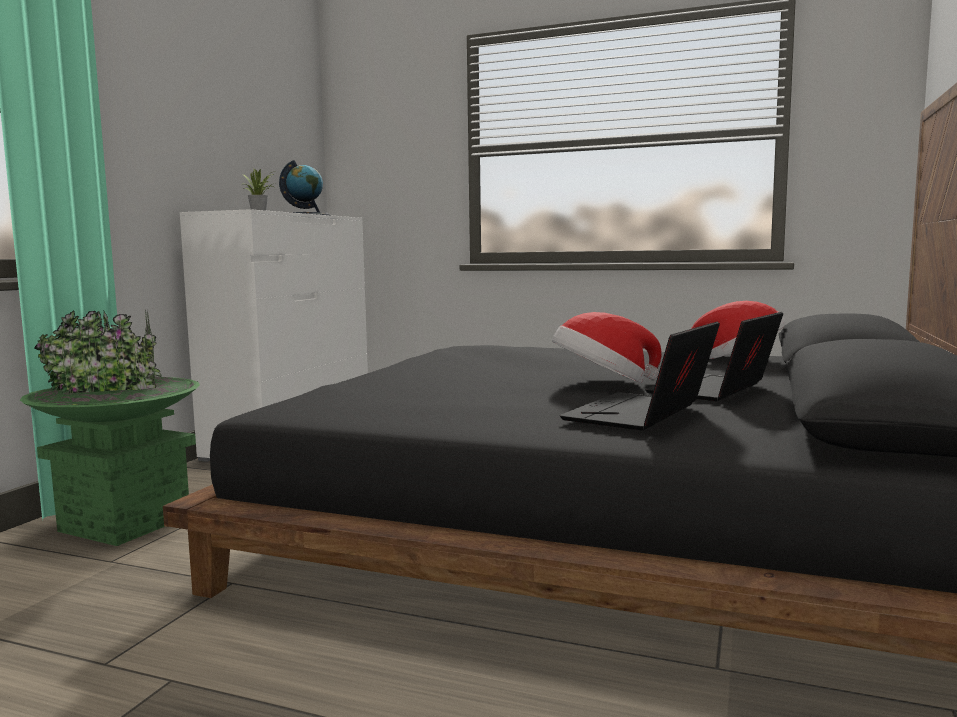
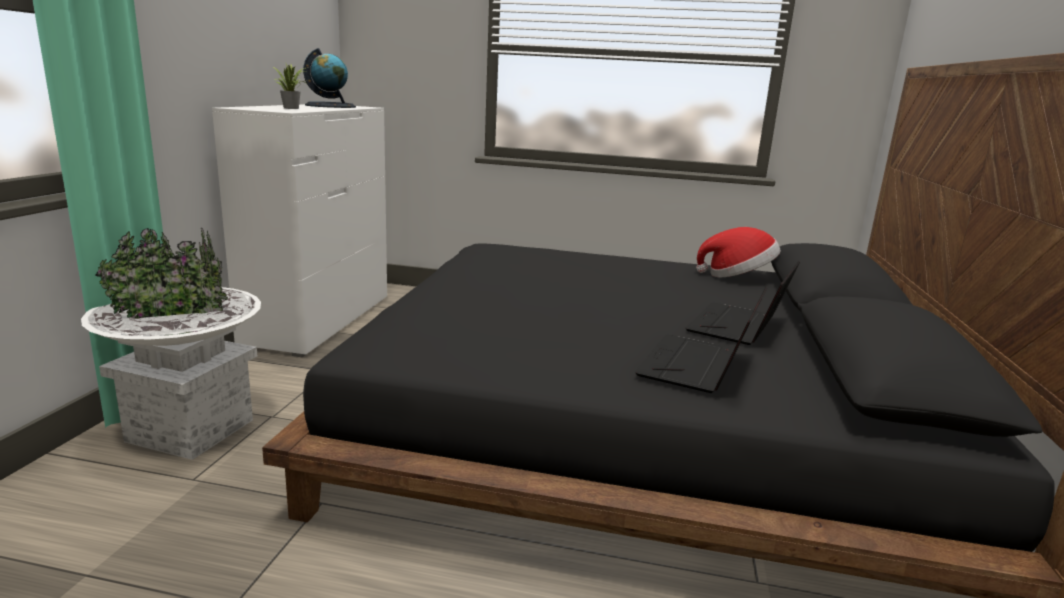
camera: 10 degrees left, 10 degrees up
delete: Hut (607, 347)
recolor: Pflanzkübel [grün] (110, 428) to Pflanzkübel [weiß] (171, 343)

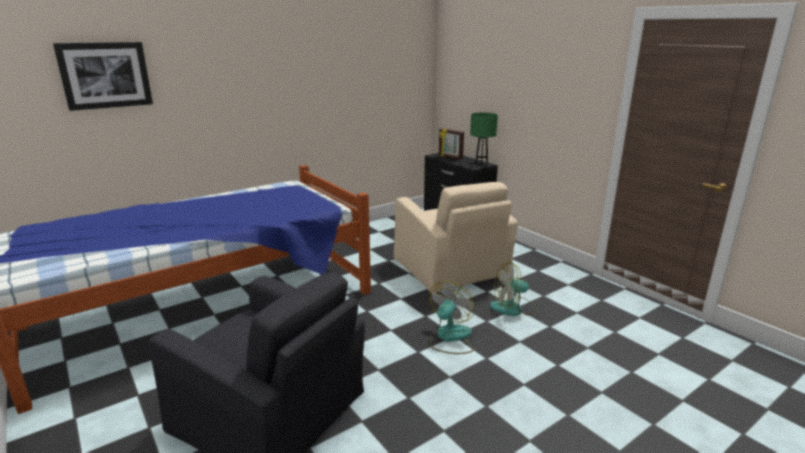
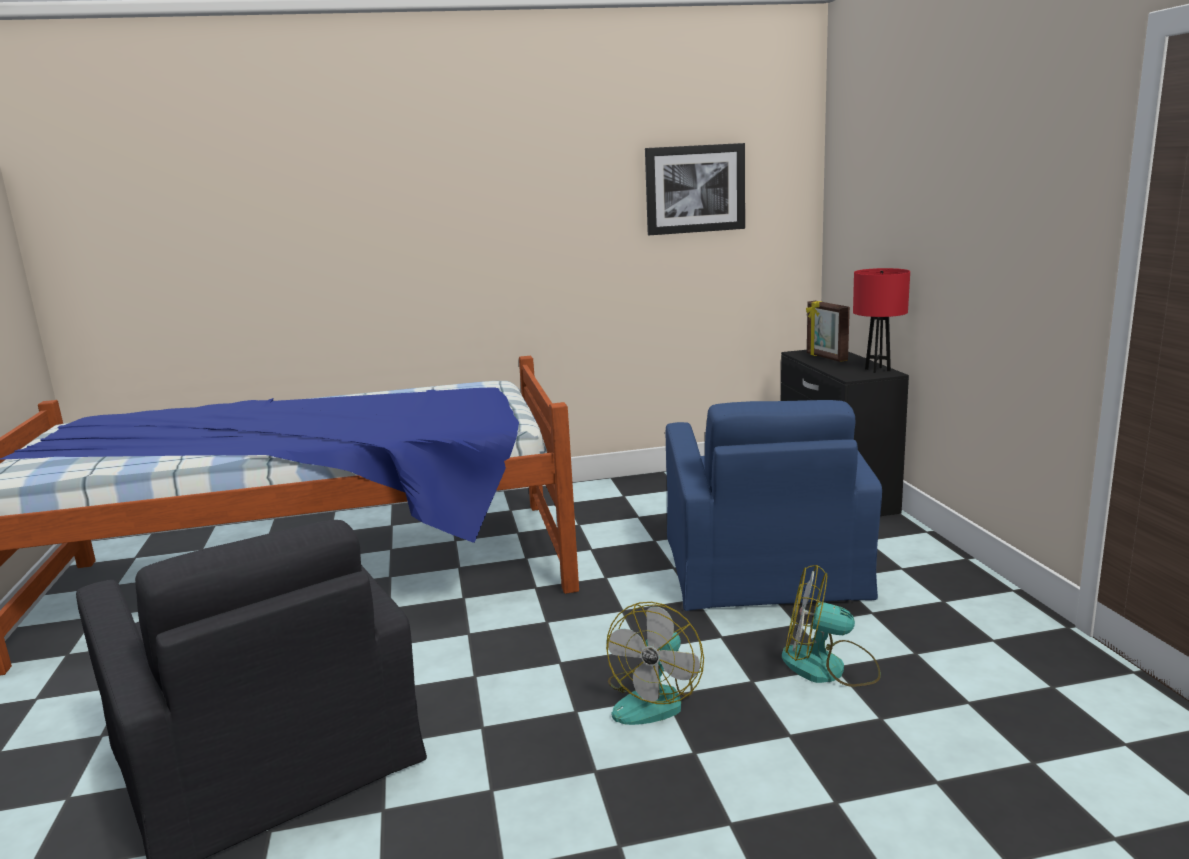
camera: 25 degrees right, 5 degrees down
move: Bild (103, 76) to (695, 189)
recolor: Sessel [beige] (456, 238) to Sessel [blau] (774, 505); Tischlampe [grün] (484, 139) to Tischlampe [rot] (881, 320)
rotate: Ventilator (452, 317) = (655, 663) 150 degrees clockwise

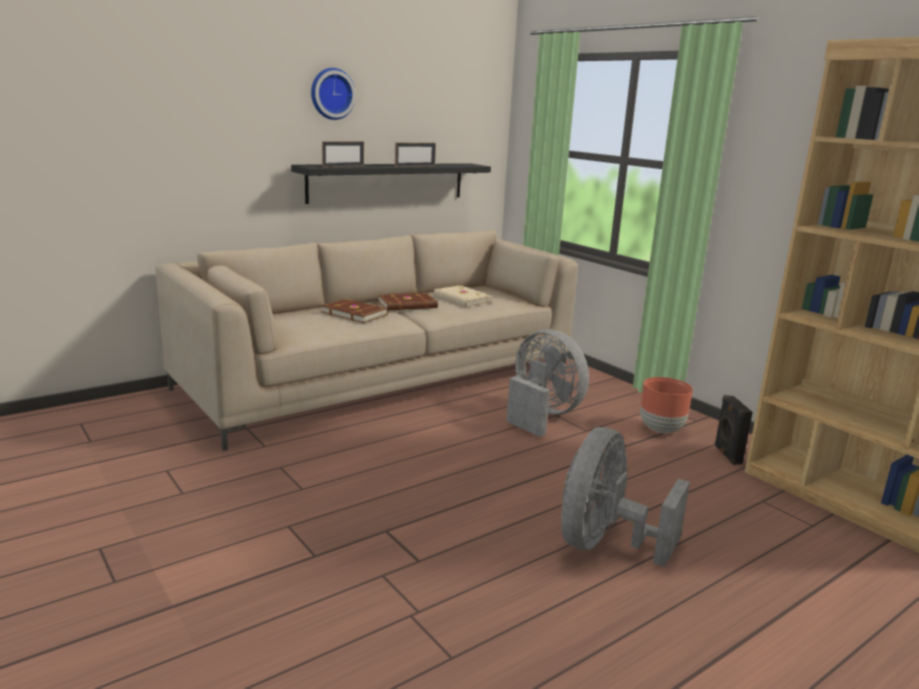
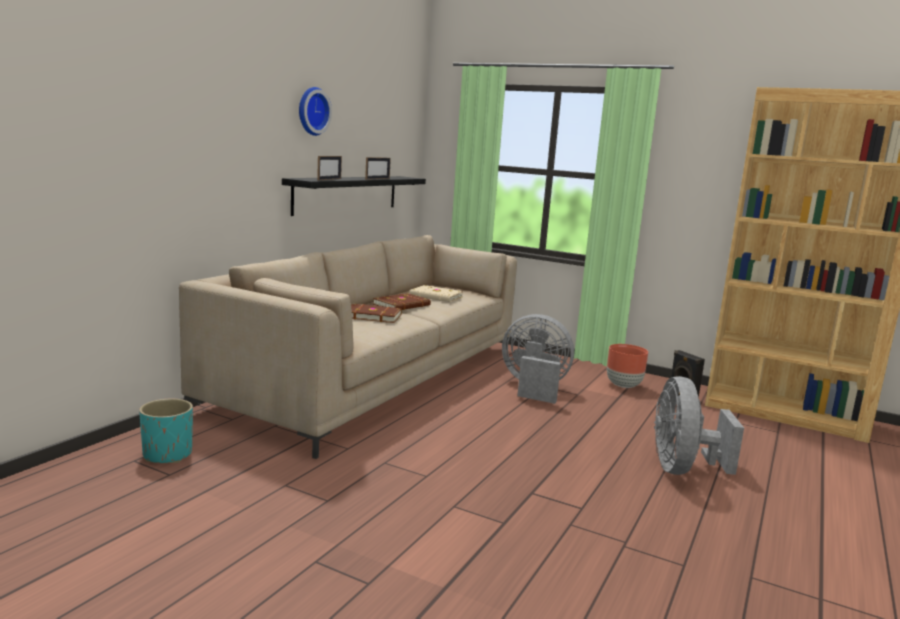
camera: 25 degrees left, 5 degrees down
insert: Pflanzkübel [türkis] (166, 431)

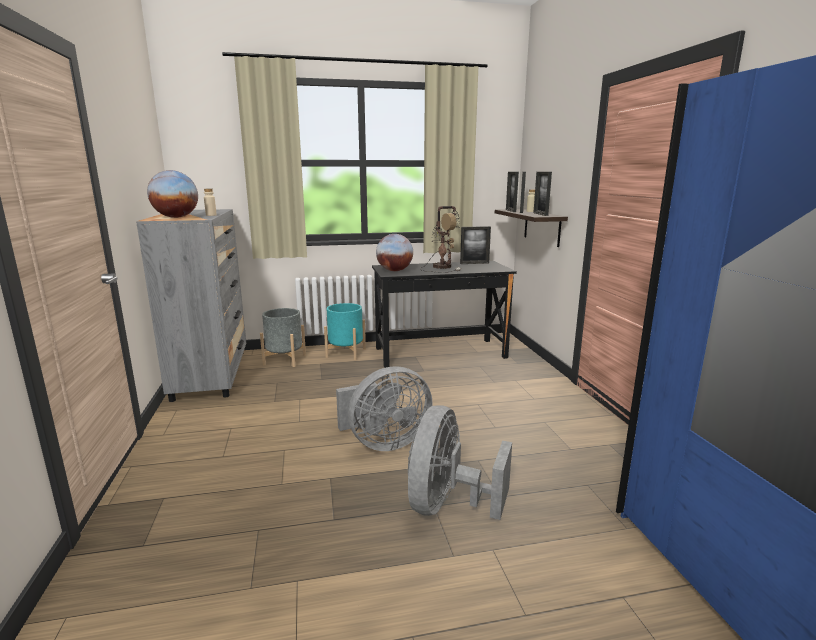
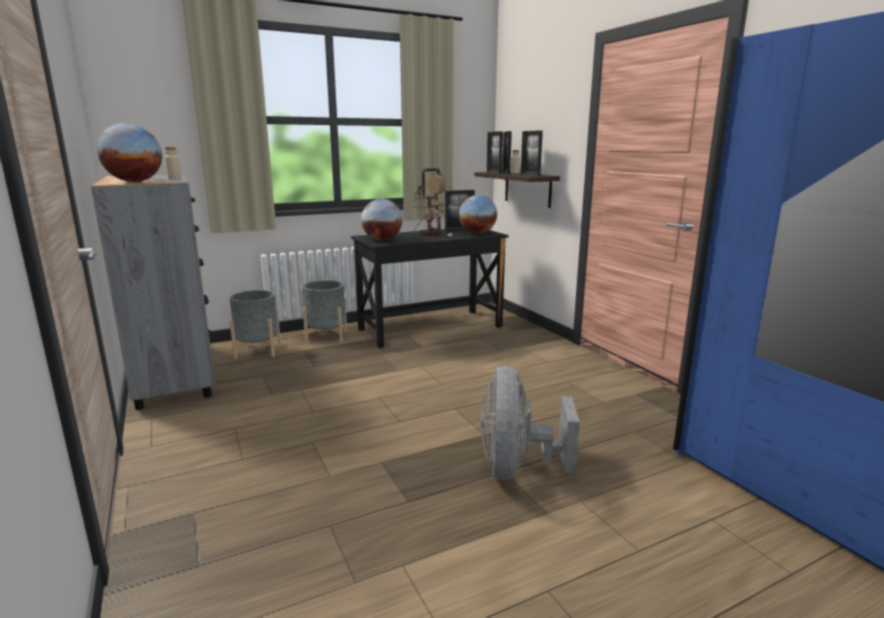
camera: 15 degrees left, 0 degrees up
delete: Ventilator [grau] (384, 408)
insert: Globus (478, 214)
recolor: Pflanzkübel [türkis] (345, 331) to Pflanzkübel [grau] (325, 312)

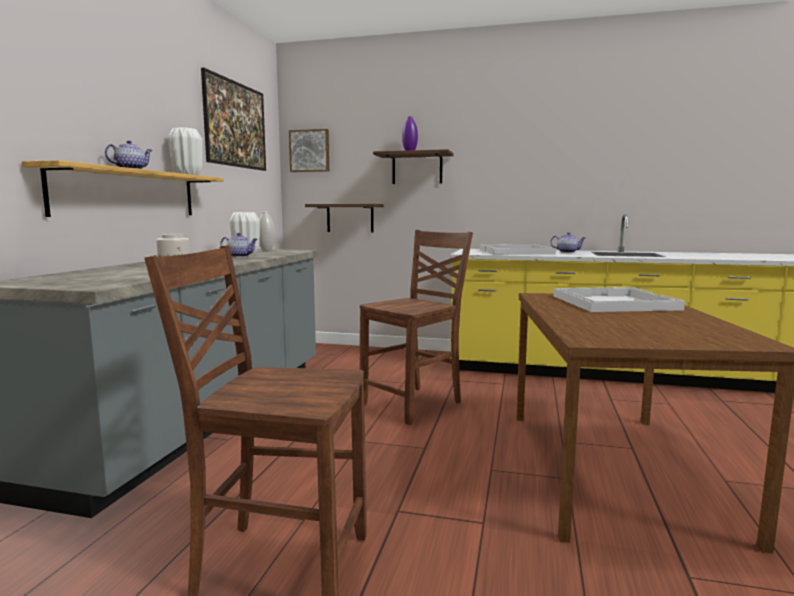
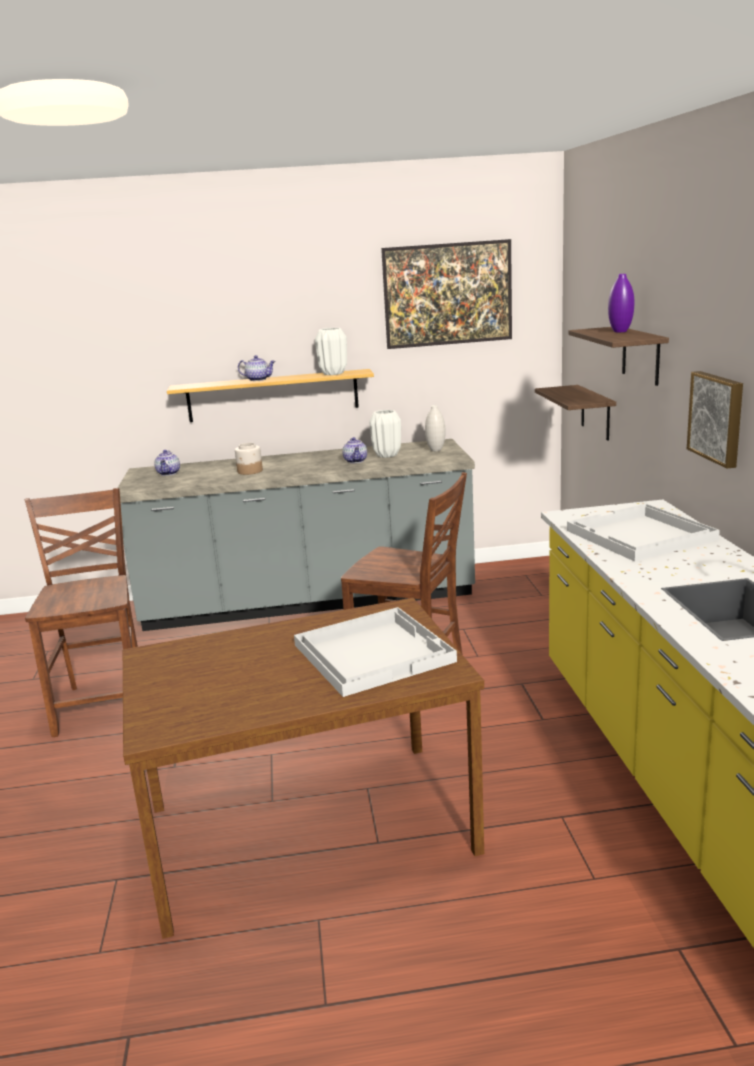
camera: 70 degrees right, 10 degrees up
move: Bild (309, 150) to (715, 419); Teekanne (568, 242) to (167, 463)

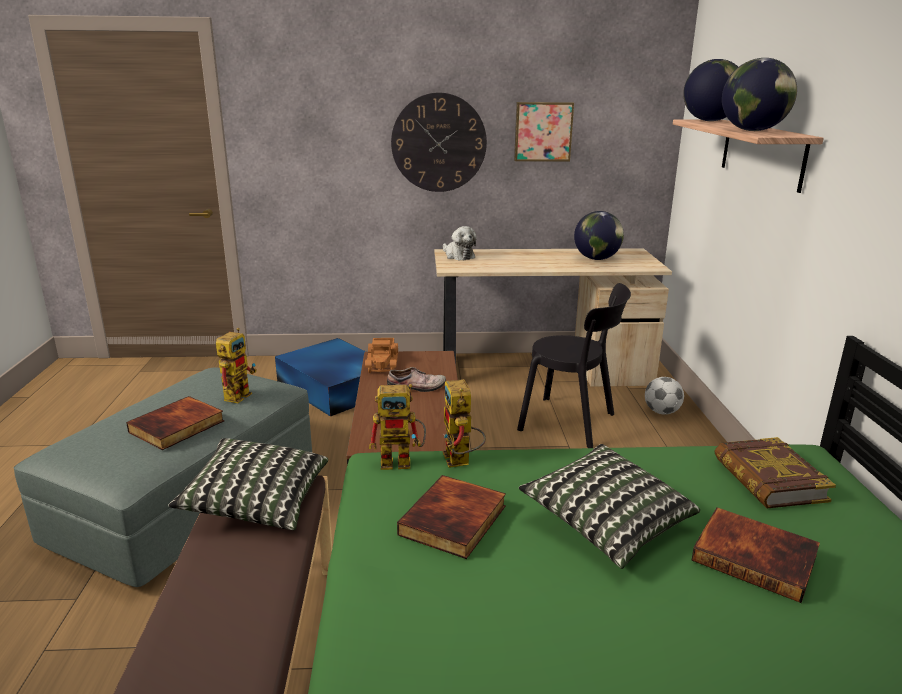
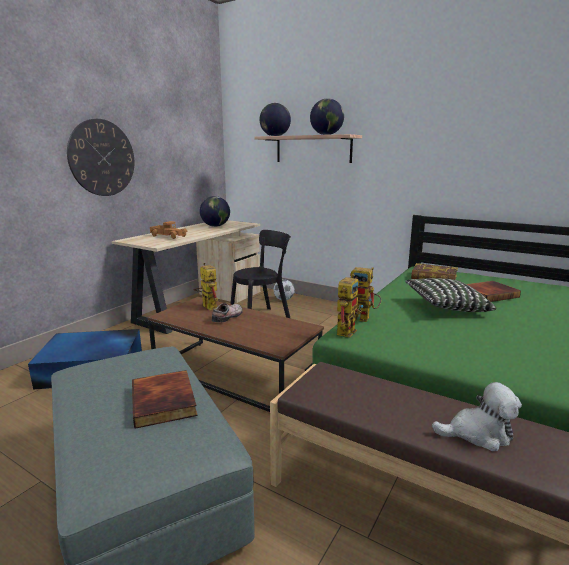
camera: 55 degrees left, 5 degrees down
delete: Kissen (248, 484); Buch (451, 517); Bild (544, 131)
move: Spielzeugroboter (236, 365) to (205, 286); Spielzeuglaster (381, 355) to (169, 230); Plüschtier (460, 243) to (477, 416)

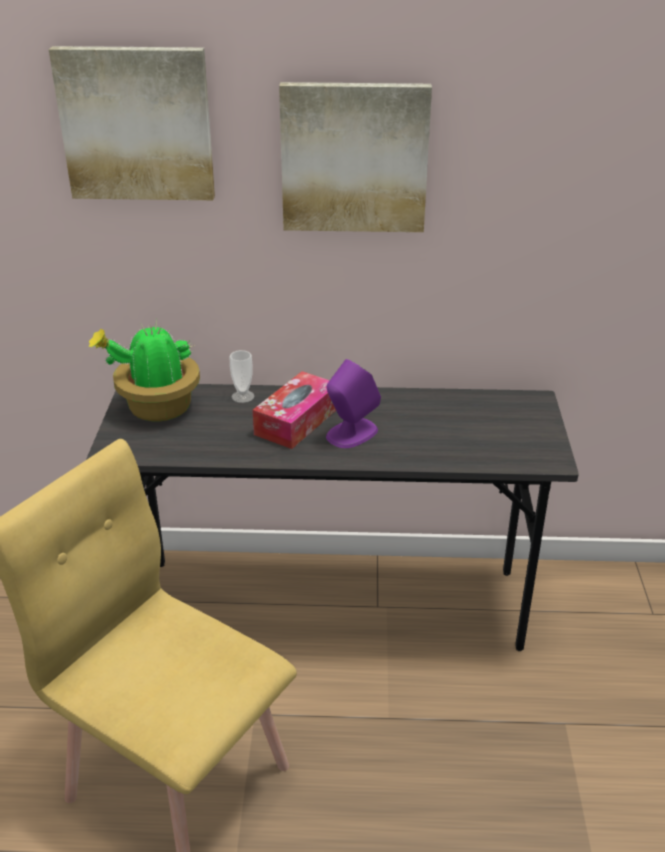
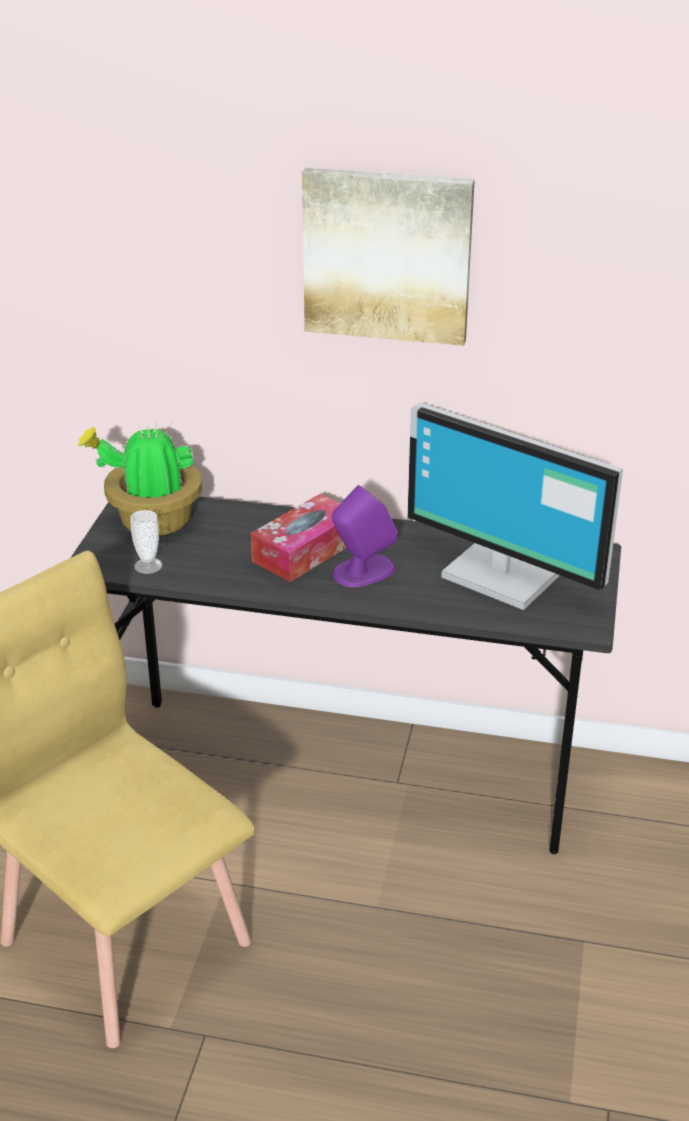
camera: 10 degrees right, 0 degrees up
delete: Bild (132, 123)
insert: Monitor (515, 506)
move: Tasse (242, 376) to (146, 542)

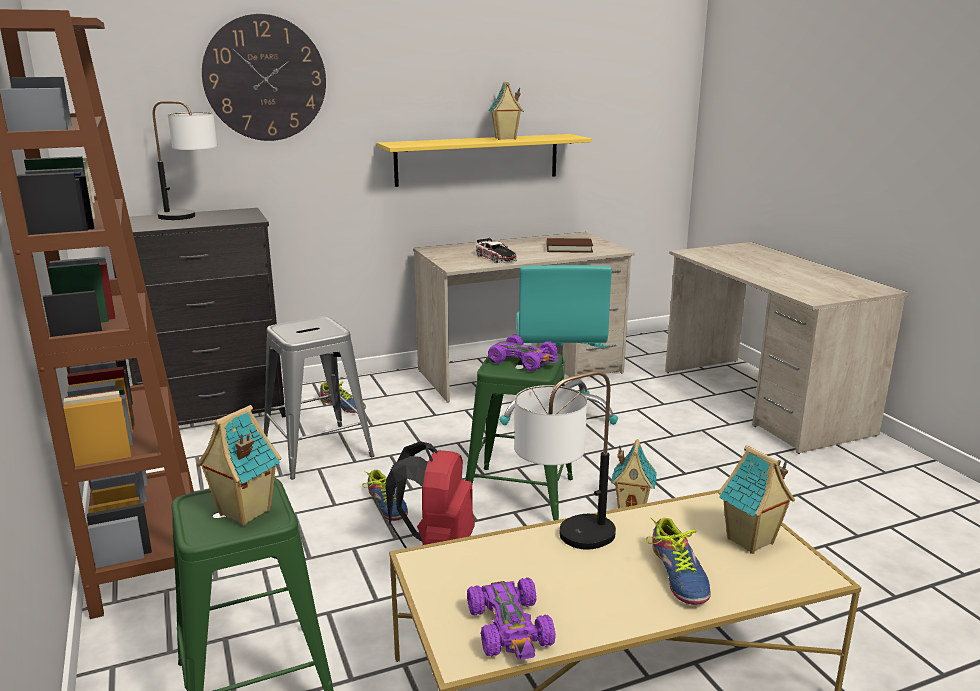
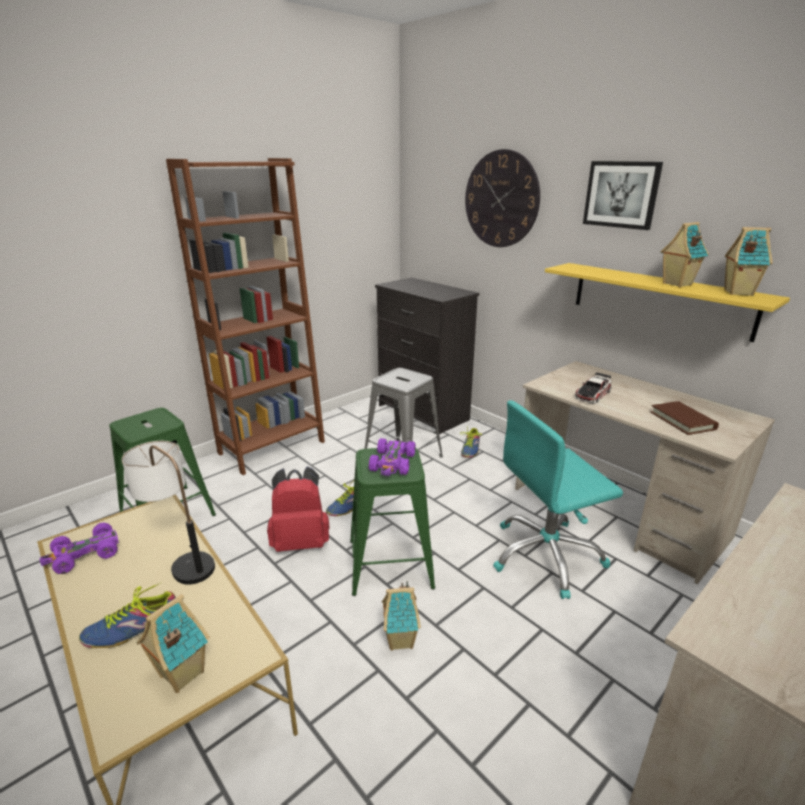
camera: 70 degrees right, 5 degrees up
delete: Tischlampe (184, 160)
insert: Bild (623, 195)
move: Spielzeughaus (239, 465) to (748, 261)

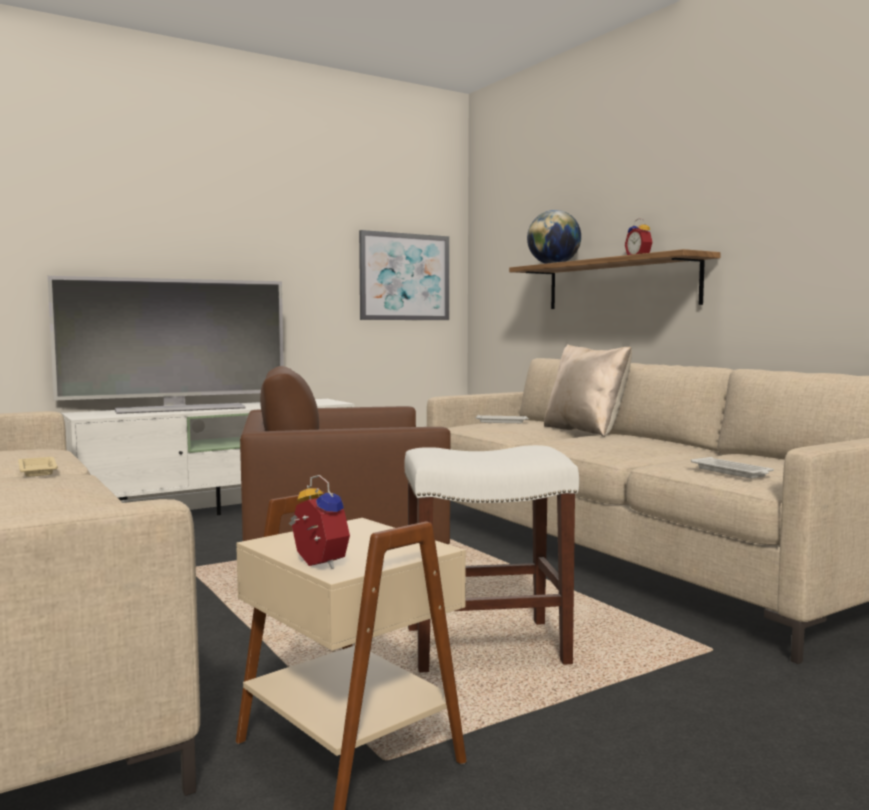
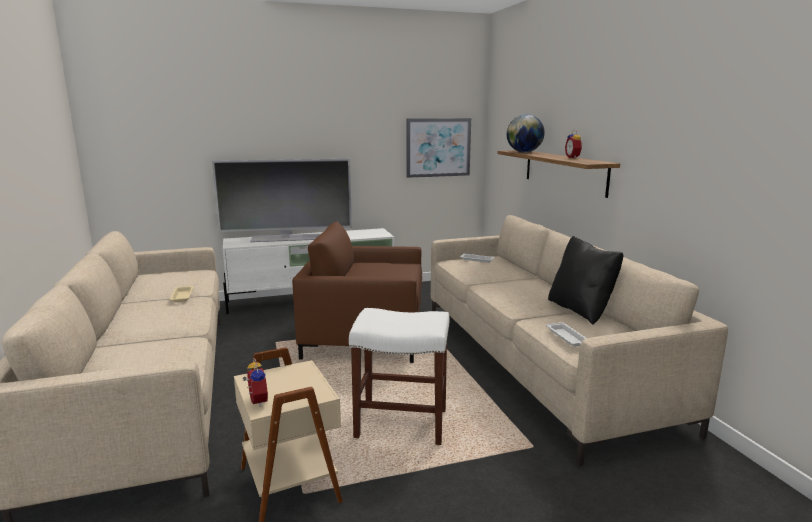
camera: 15 degrees right, 10 degrees up
delete: Kissen [beige] (588, 390)
insert: Kissen [schwarz] (586, 280)

